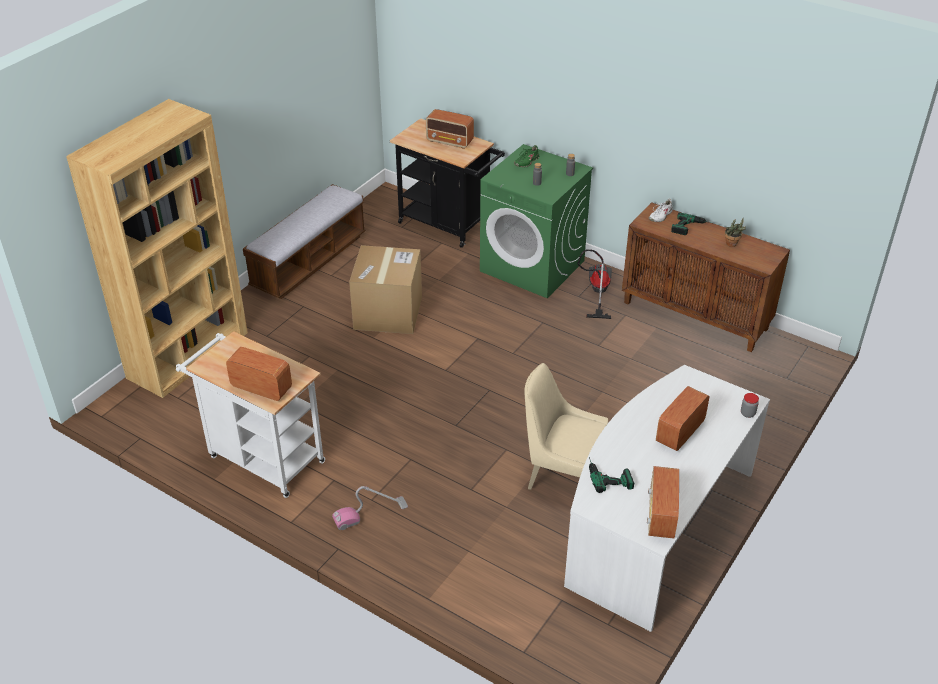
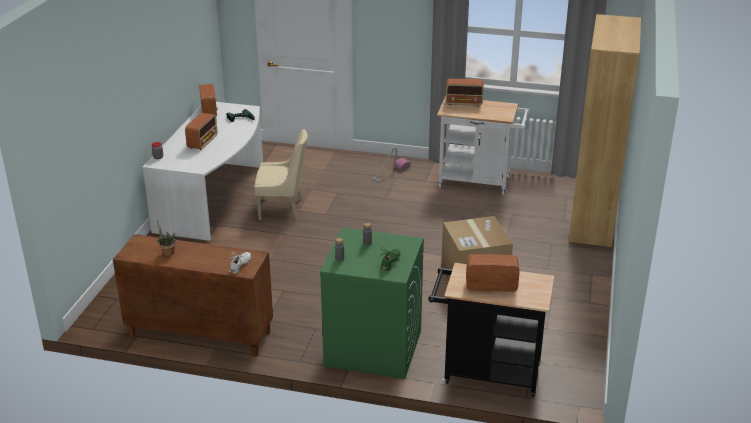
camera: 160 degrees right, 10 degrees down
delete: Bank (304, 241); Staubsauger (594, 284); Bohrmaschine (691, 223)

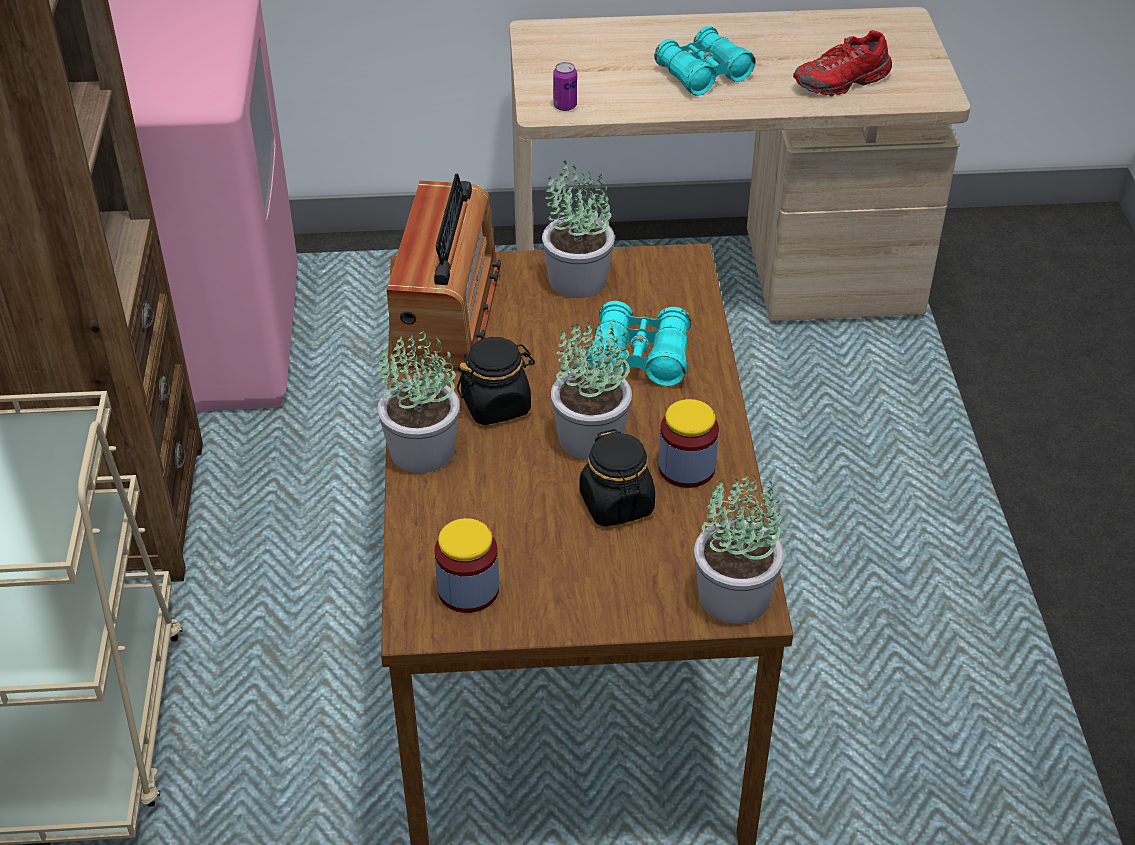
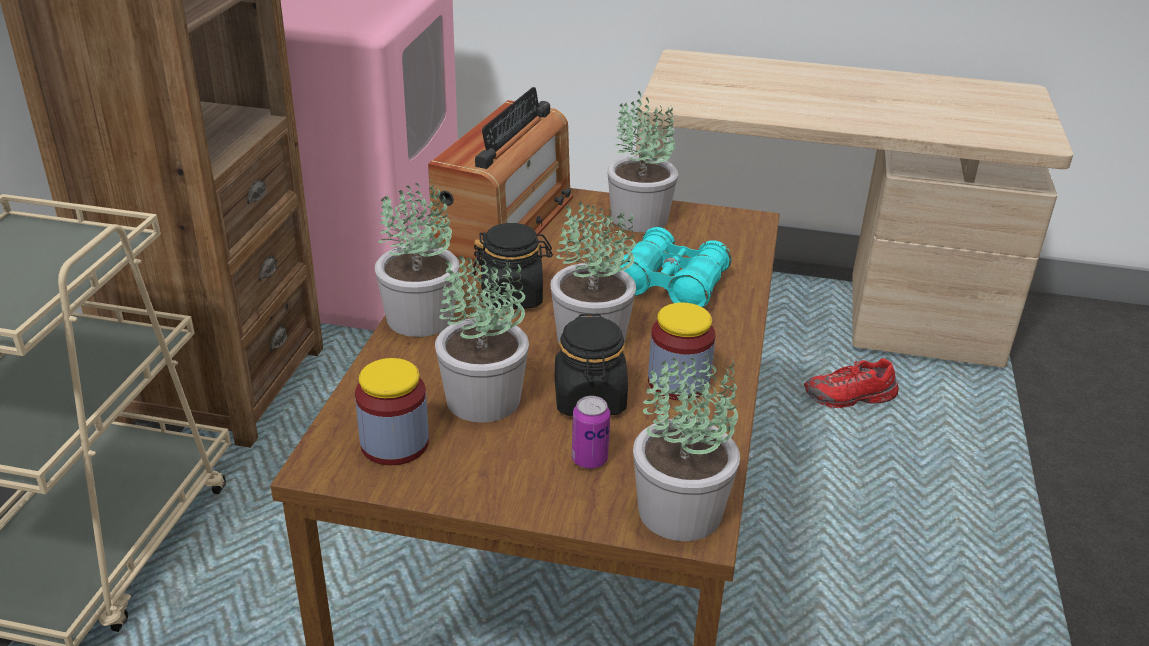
camera: 15 degrees right, 10 degrees down
delete: Fernglas [türkis] (704, 61)
insert: Topfpflanze (482, 338)
move: Dose (565, 86) to (591, 432); Schuh [rot] (842, 63) to (851, 383)

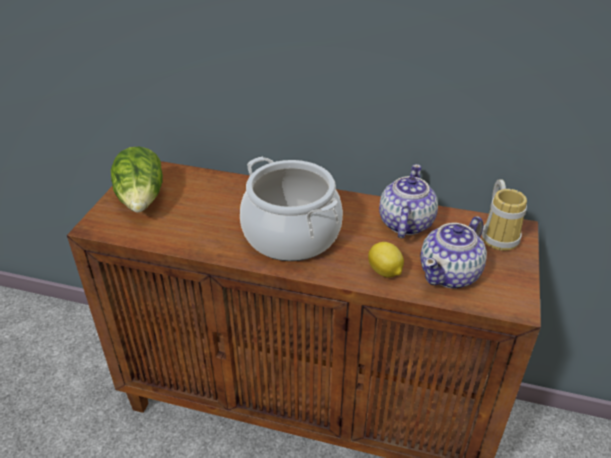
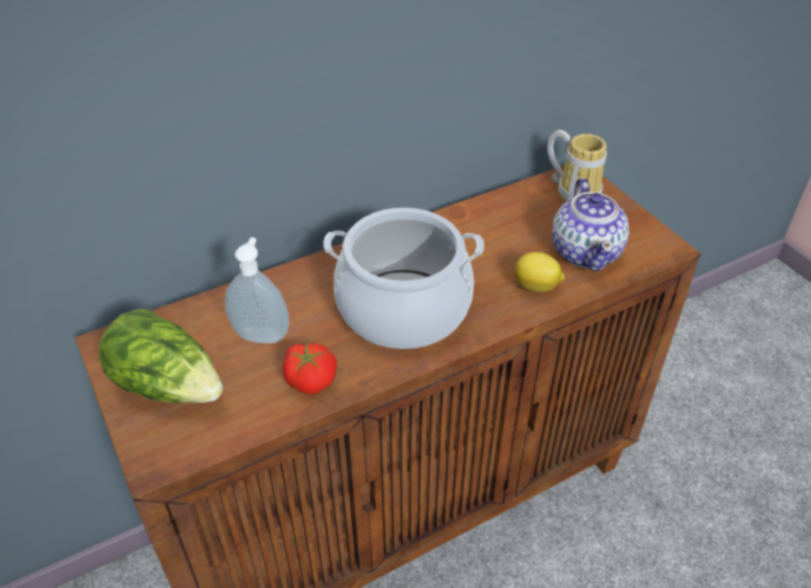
camera: 45 degrees left, 5 degrees up
delete: Teekanne (408, 201)
insert: Seifenspender (257, 290); Tomate (310, 368)

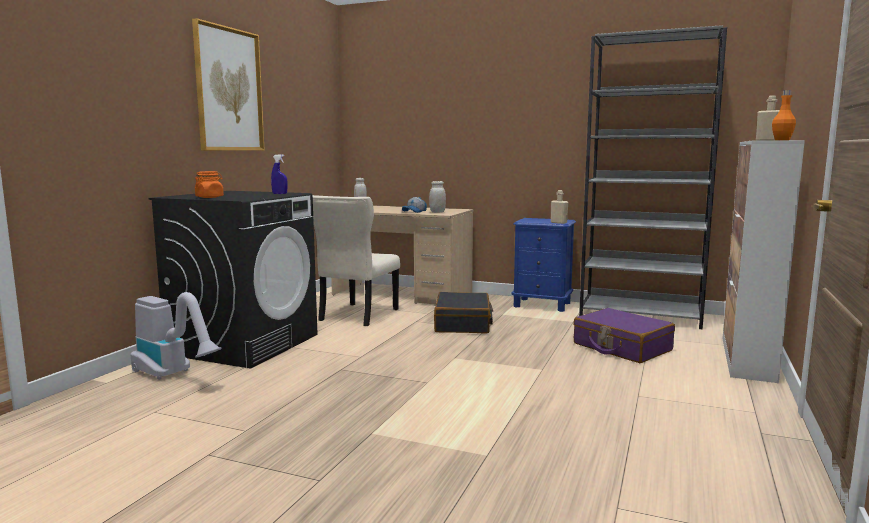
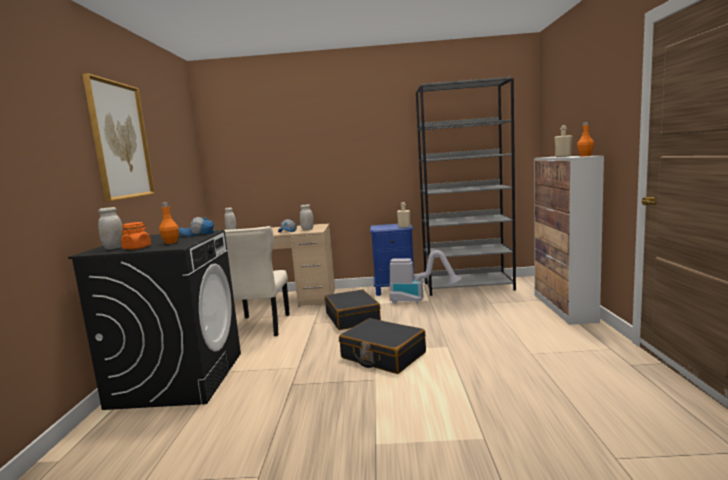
camera: 20 degrees left, 0 degrees up
delete: Koffer [lila] (624, 335)
insert: Vorratsglas [weiß] (110, 228); Flasche [orange] (169, 223); Koffer [schwarz] (382, 346)
move: Staubsauger (176, 336) to (425, 277)
replace: Sprühflasche [blau] (279, 174) to Kappe (196, 226)

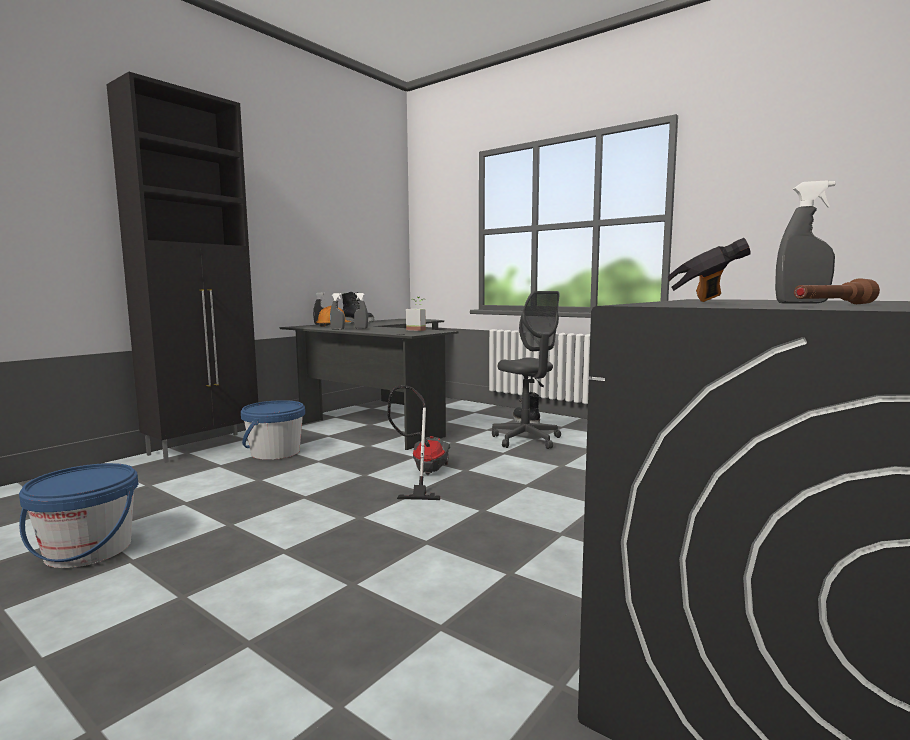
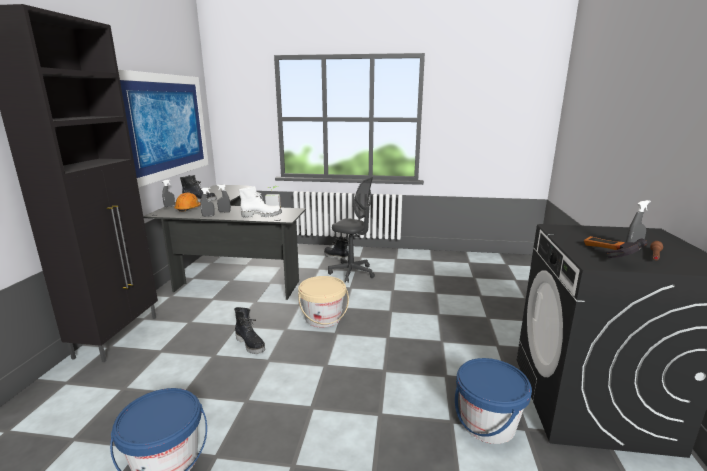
camera: 30 degrees left, 10 degrees up
insert: Bild (163, 128); Stiefel [schwarz] (249, 330); Stiefel [weiß] (260, 201)
move: Eimer [blau] (273, 430) to (493, 401)
replace: Staubsauger (418, 442) to Eimer [beige] (323, 301)

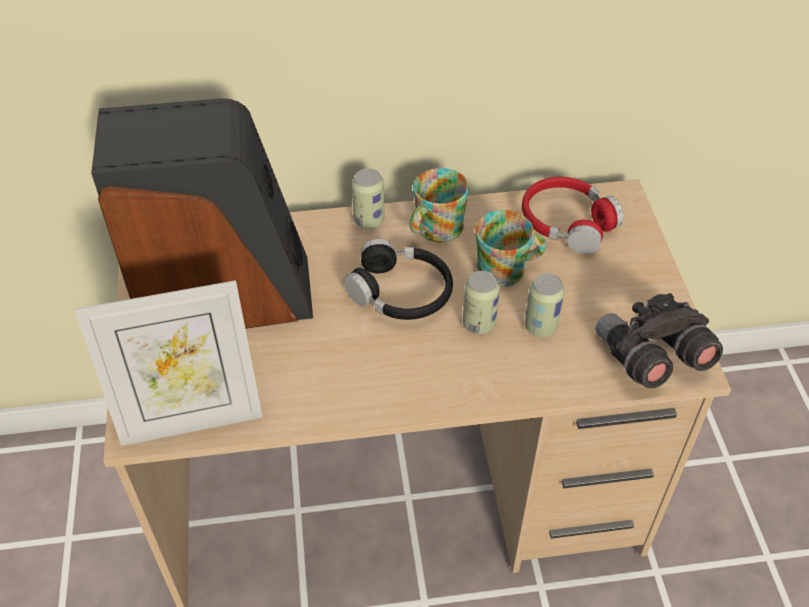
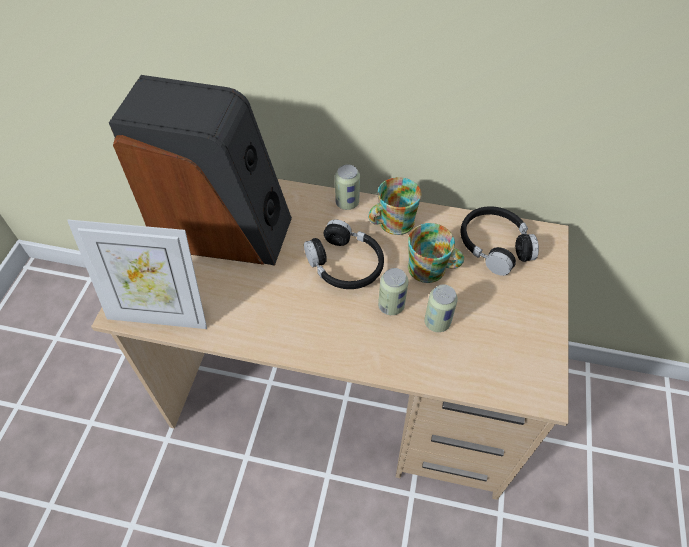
camera: 20 degrees right, 5 degrees up
delete: Fernglas [grau] (659, 340)
recolor: Kopfhörer [rot] (573, 215) to Kopfhörer [schwarz] (500, 241)

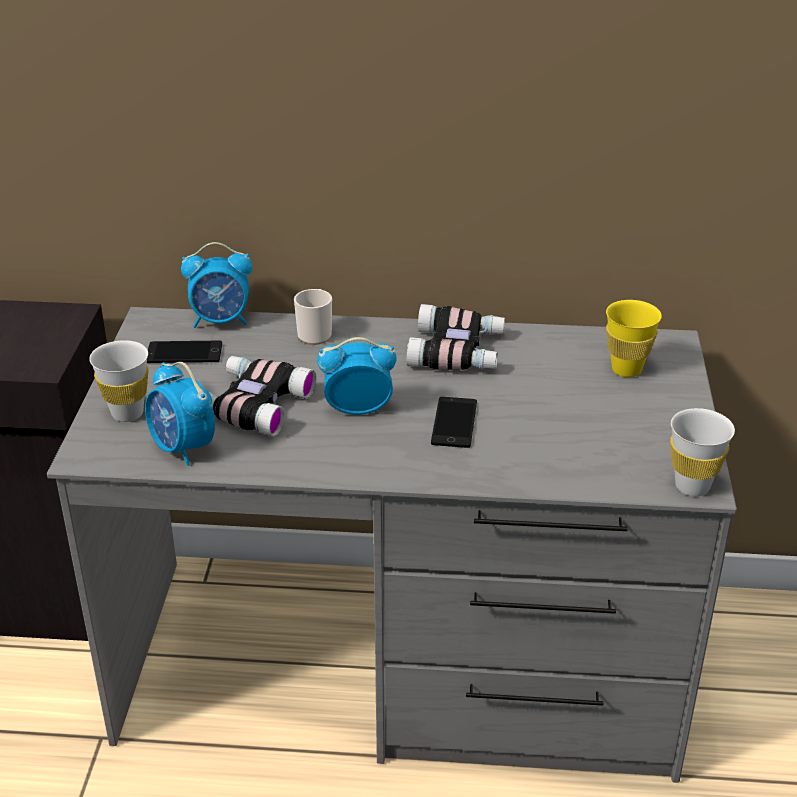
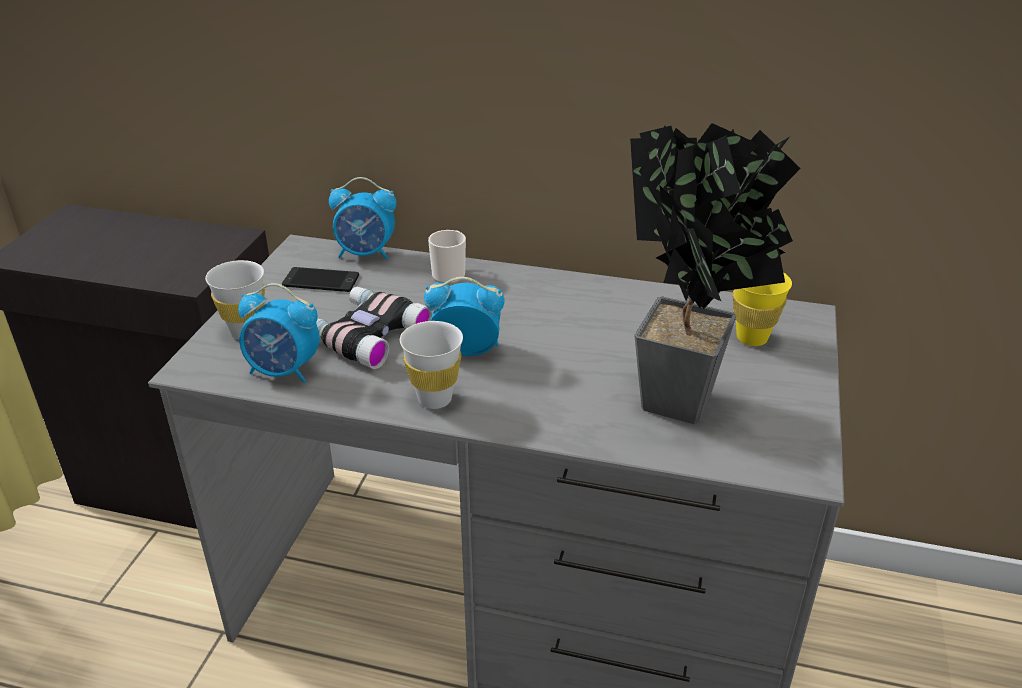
camera: 10 degrees right, 0 degrees up
delete: Fernglas (455, 337); Handy (454, 422)
insert: Topfpflanze (715, 273)
move: Tasse [weiß] (702, 452) to (431, 365)
rotate: Wecker (180, 414) = (279, 333) 45 degrees counterclockwise

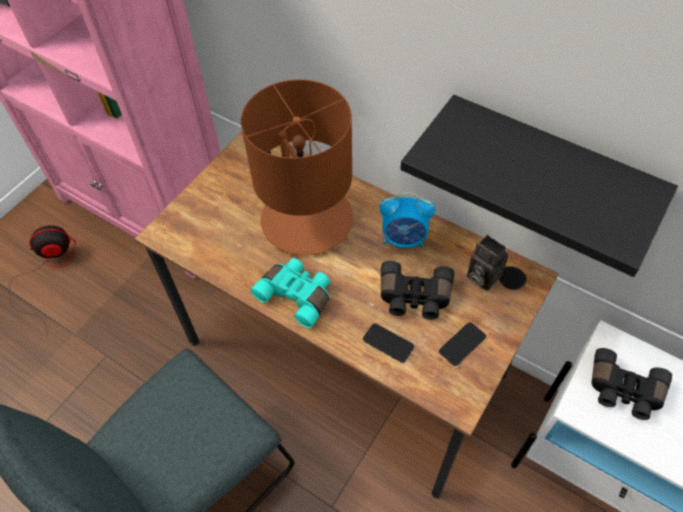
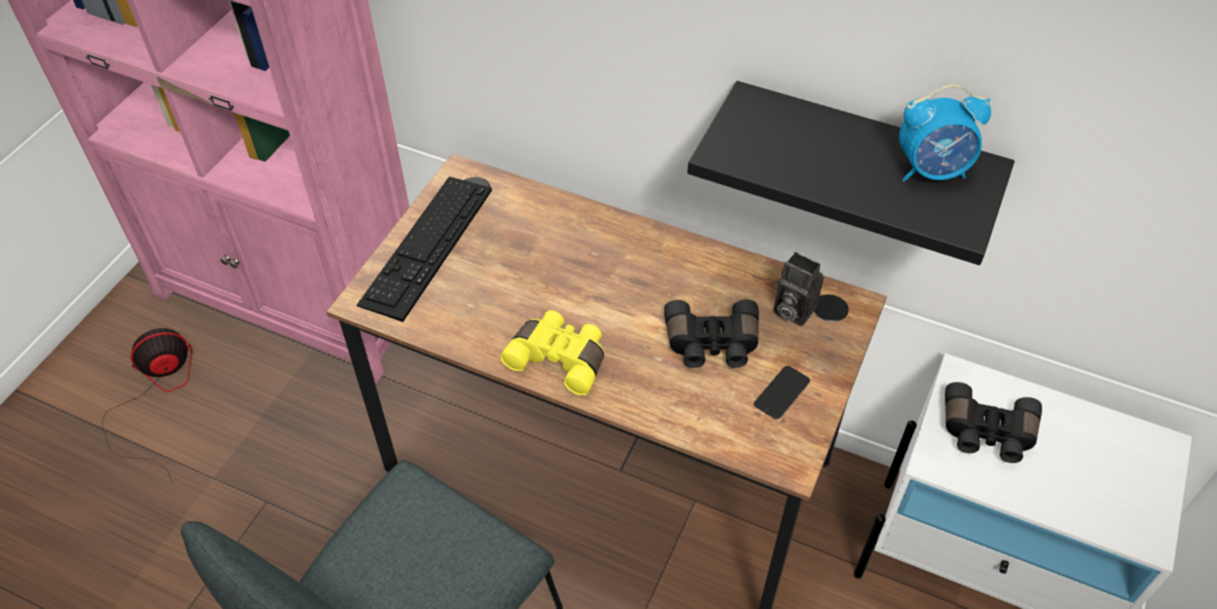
camera: 10 degrees left, 5 degrees down
delete: Tischlampe [braun] (297, 167); Handy (388, 343)
insert: Tastatur (424, 249)
move: Wecker (407, 220) to (945, 132)
recolor: Fernglas [türkis] (290, 293) to Fernglas [gelb] (552, 352)

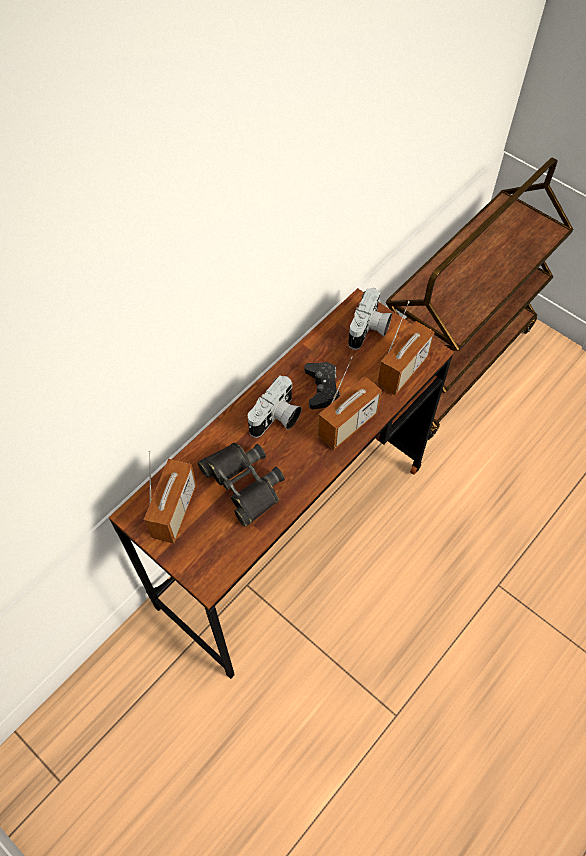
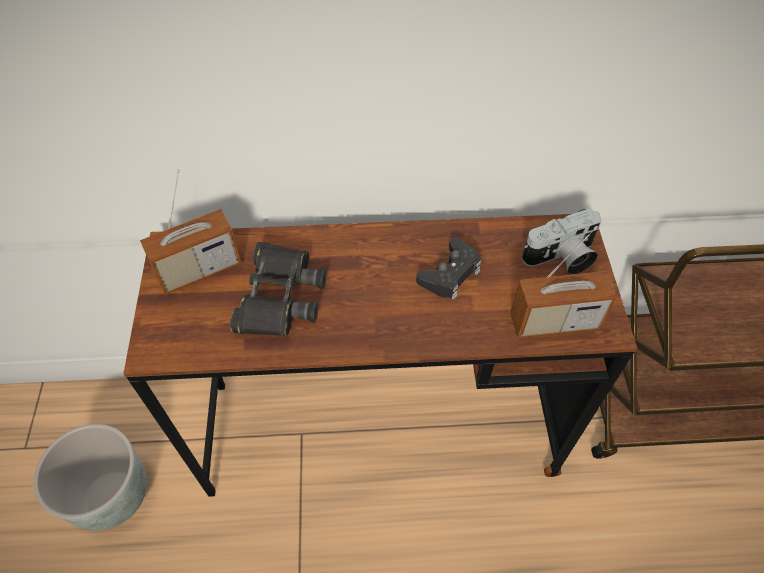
camera: 45 degrees right, 5 degrees down
delete: Kamera (275, 407); Radio (350, 403)
insert: Pflanzkübel [grau] (90, 477)

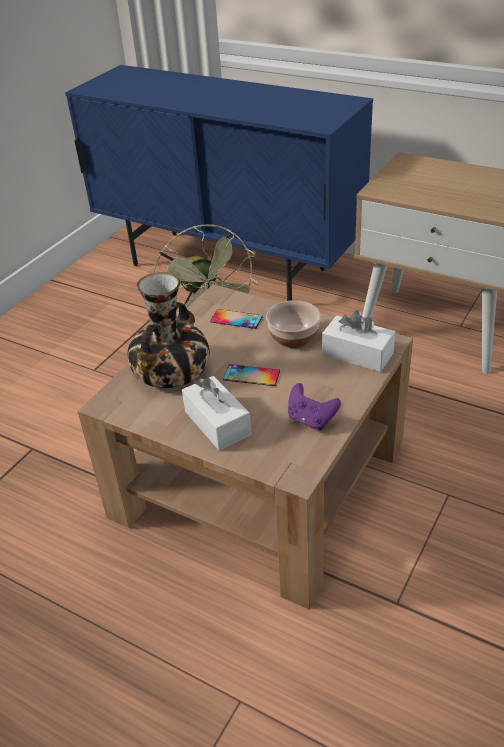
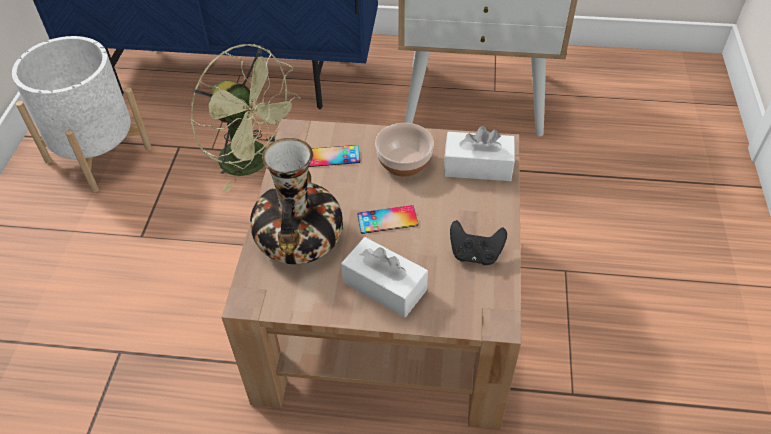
camera: 25 degrees left, 10 degrees up
insert: Pflanzkübel [weiß] (82, 114)
recolor: Gamepad [lila] (314, 406) to Gamepad [schwarz] (478, 242)

